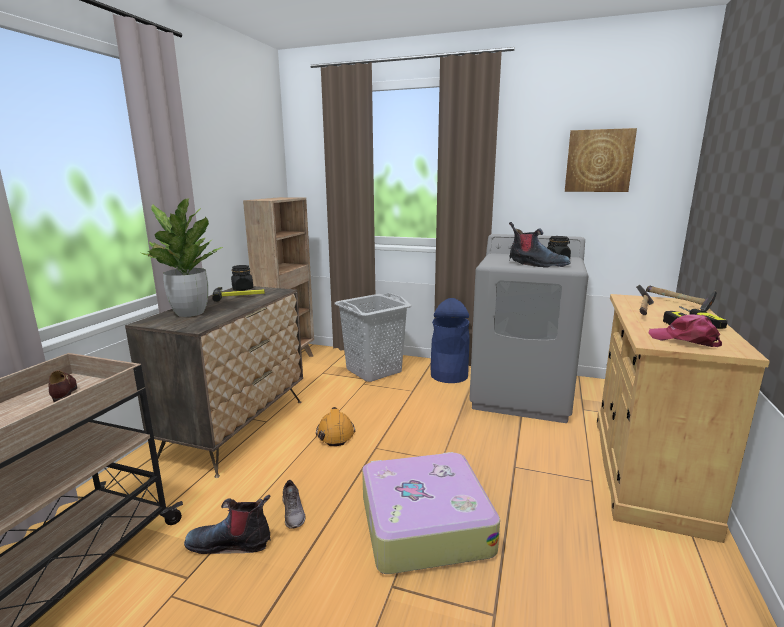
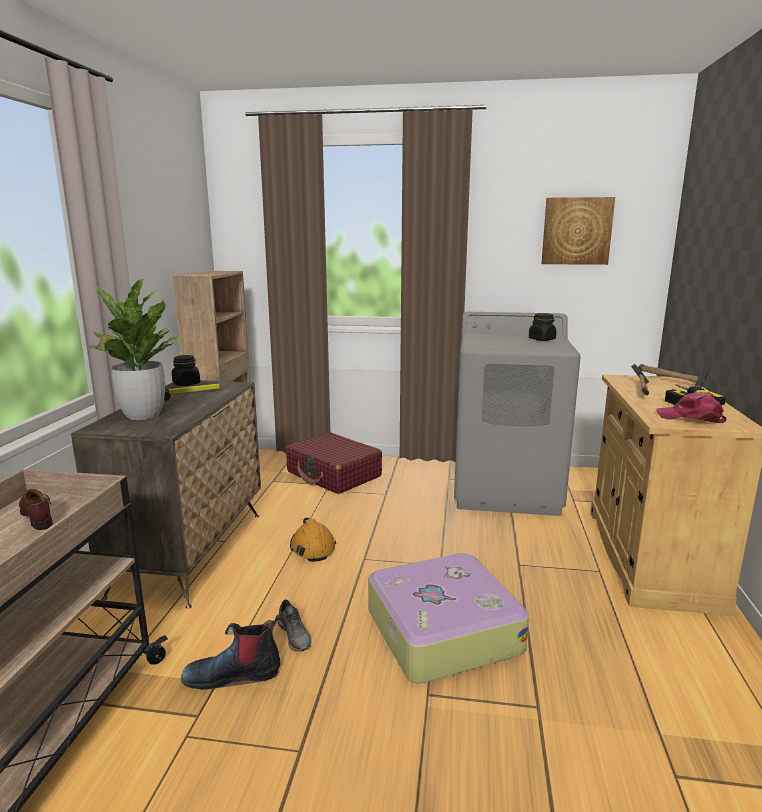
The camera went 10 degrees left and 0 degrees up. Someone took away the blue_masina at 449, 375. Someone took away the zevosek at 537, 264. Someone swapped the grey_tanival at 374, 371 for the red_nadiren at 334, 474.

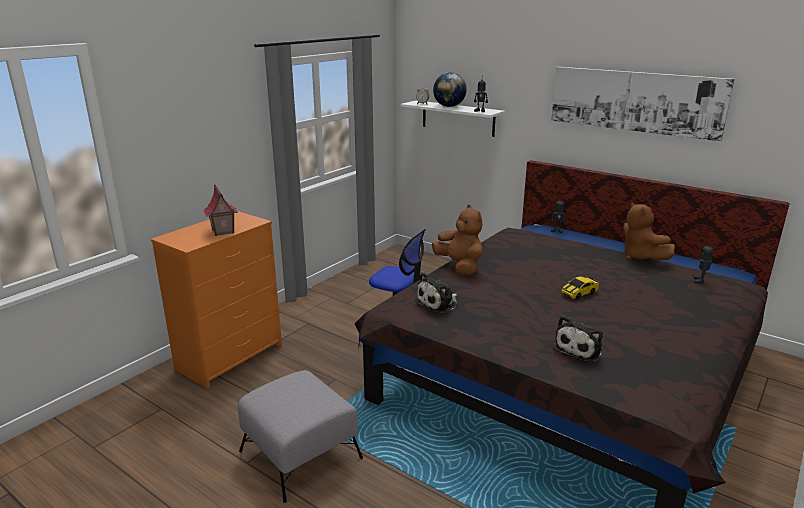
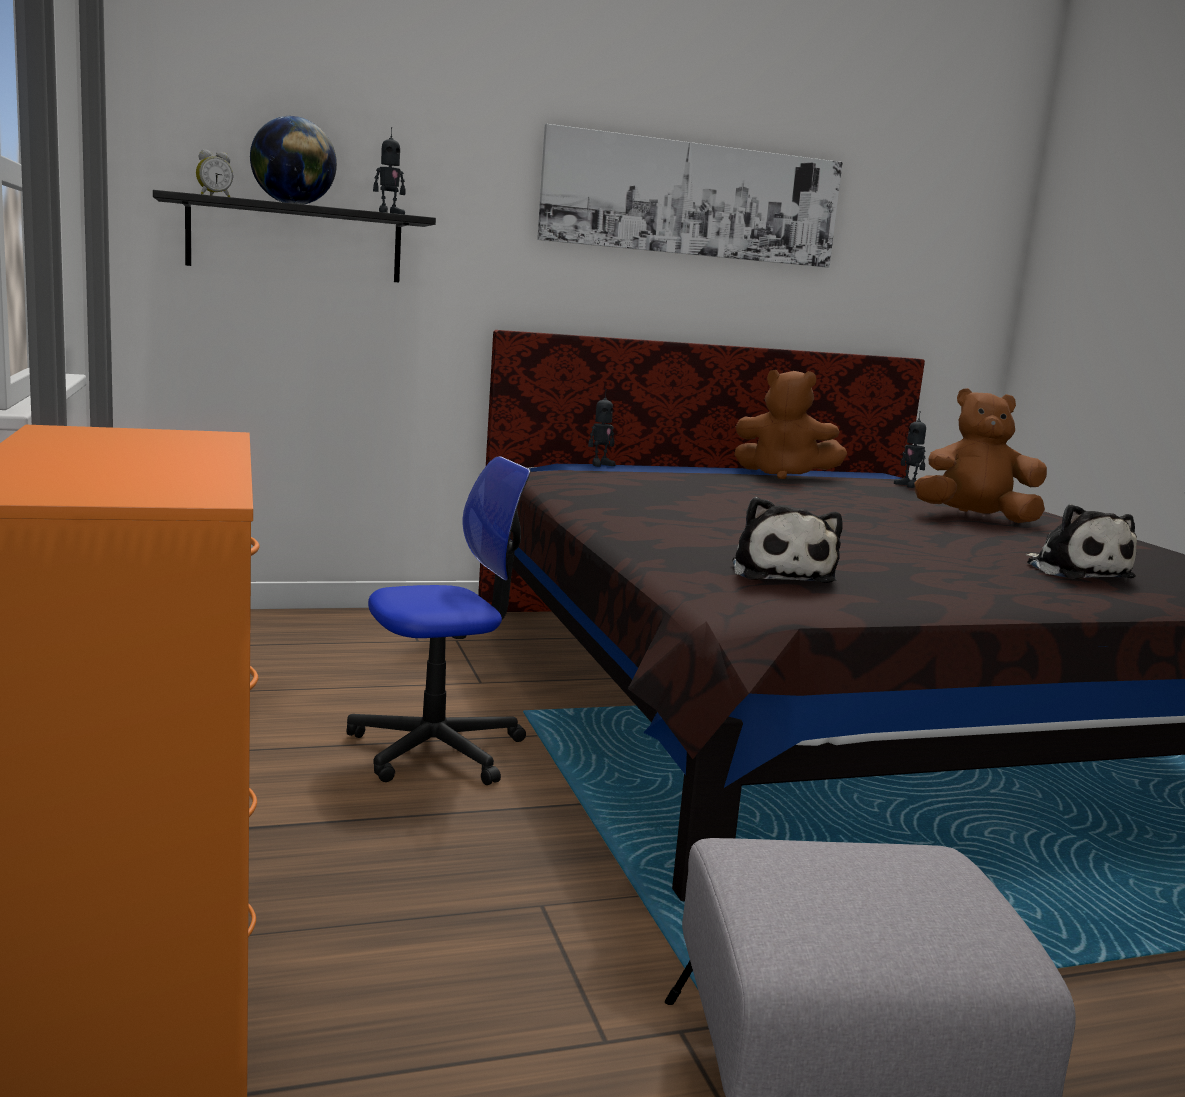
The camera went 55 degrees left and 10 degrees down. Someone took away the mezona at 222, 231. Someone took away the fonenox at 579, 293. Someone carried the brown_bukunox from 460, 266 to 974, 518. Someone repainted the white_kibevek at 458, 118, which became the black_kibevek at 295, 241.

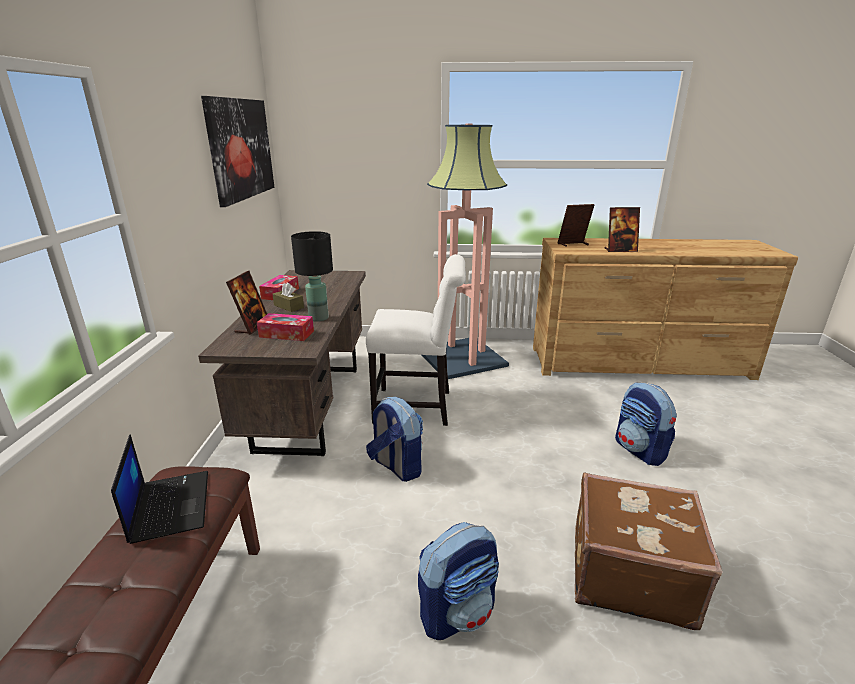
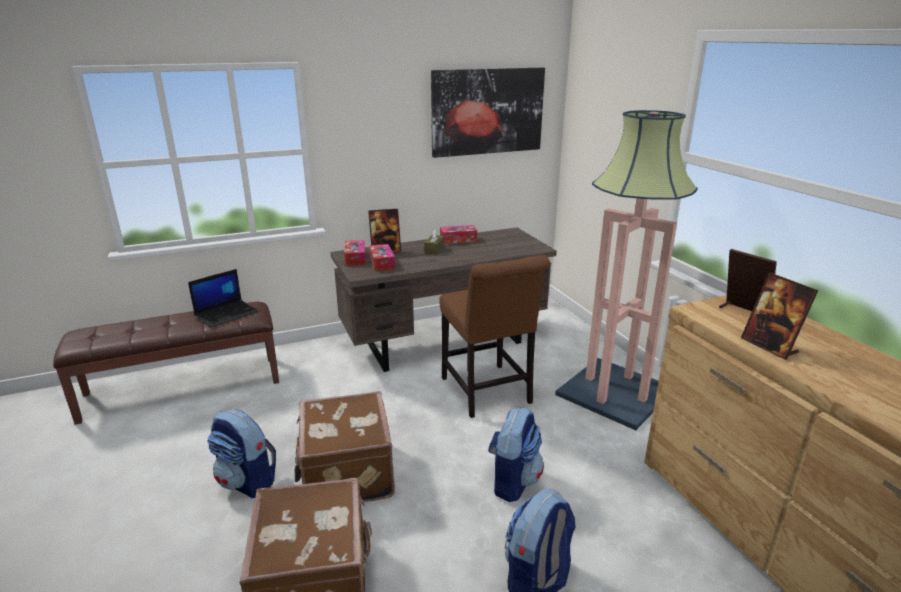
The camera went 65 degrees right and 0 degrees up. Someone took away the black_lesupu at 319, 318. Someone put down the brown_nadiren at 346, 474. Someone put down the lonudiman at 355, 258. Someone carried the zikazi from 396, 466 to 512, 481. Someone repainted the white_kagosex at 418, 407, which became the brown_kagosex at 488, 393.

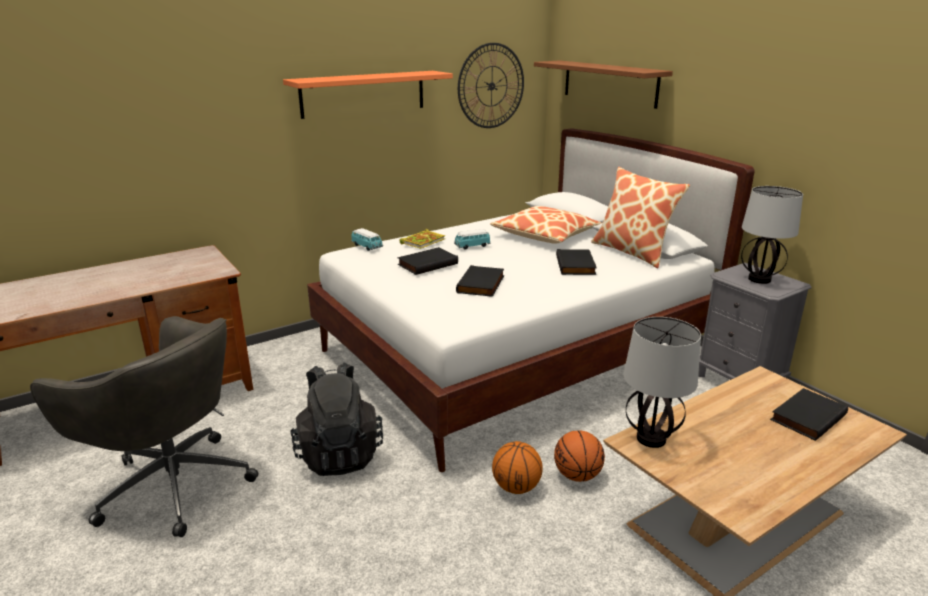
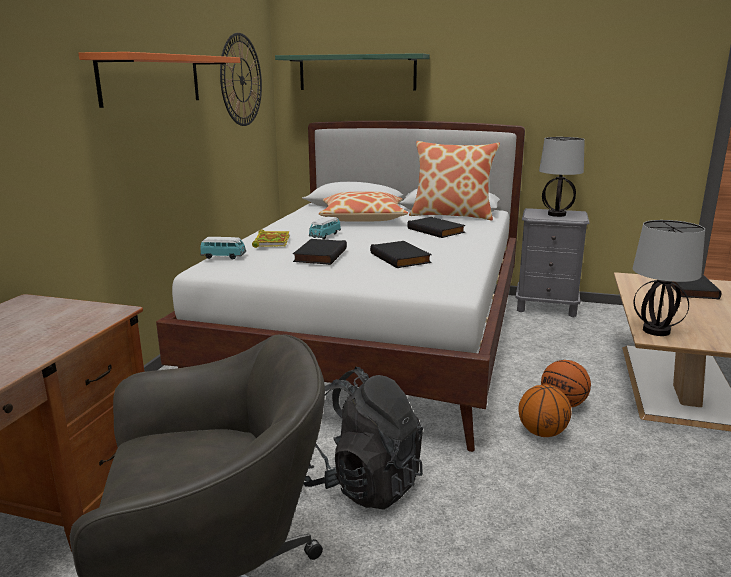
The camera went 40 degrees left and 5 degrees down. Someone repainted the brown_kibevek at 609, 83, which became the green_kibevek at 357, 72.

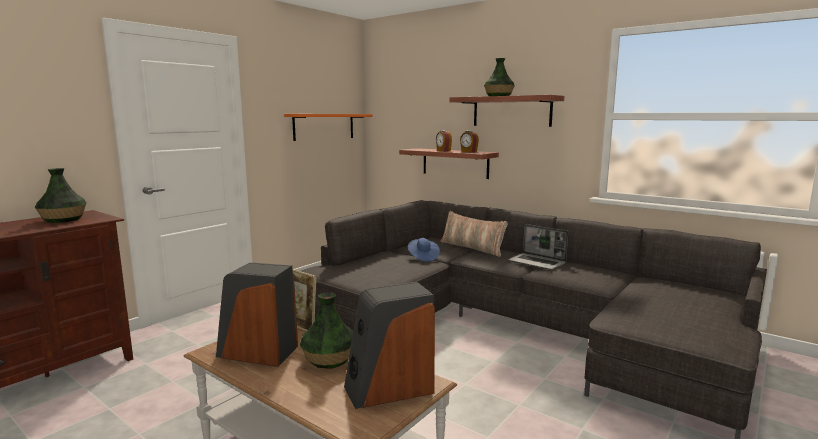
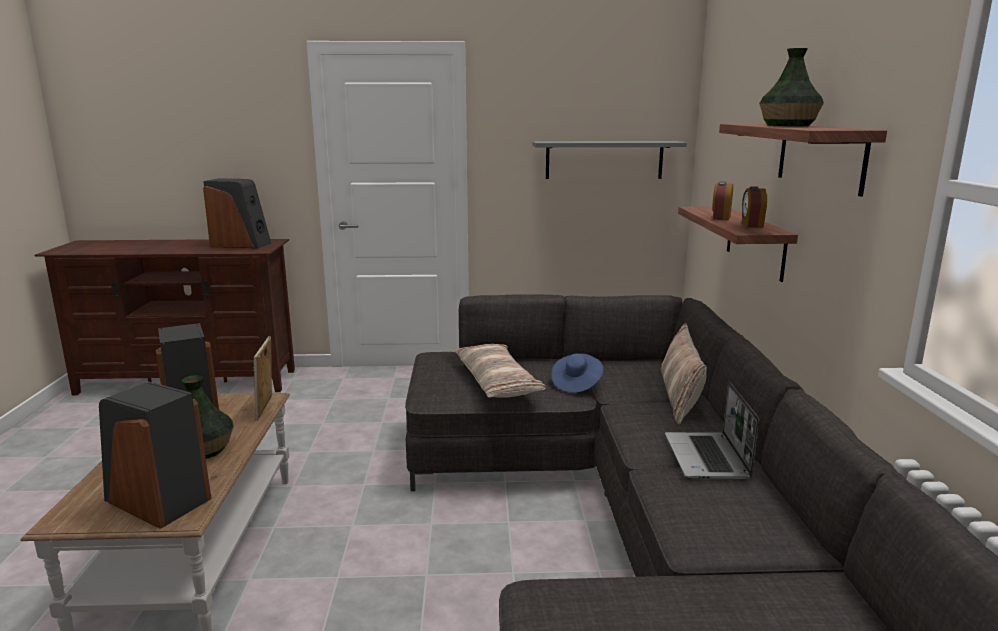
The camera went 50 degrees right and 5 degrees up. Someone put down the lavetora at 497, 382. Someone swapped the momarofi at 63, 219 for the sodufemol at 241, 245. Someone repainted the orange_kibevek at 324, 126, which became the grey_kibevek at 604, 160.

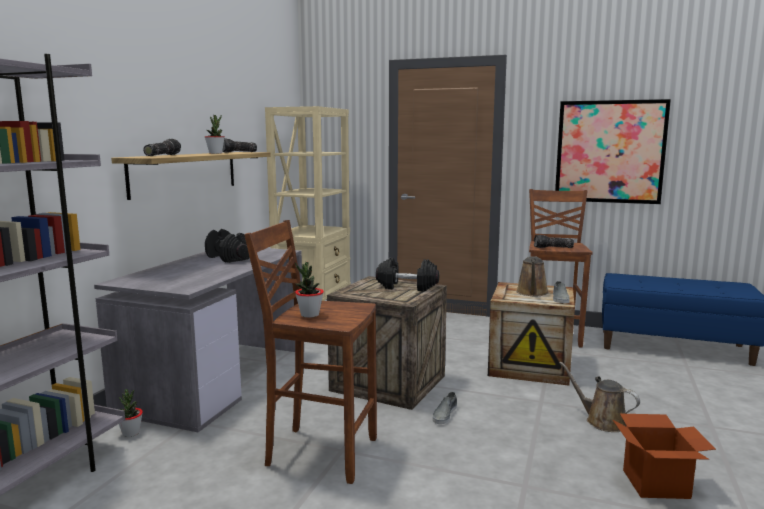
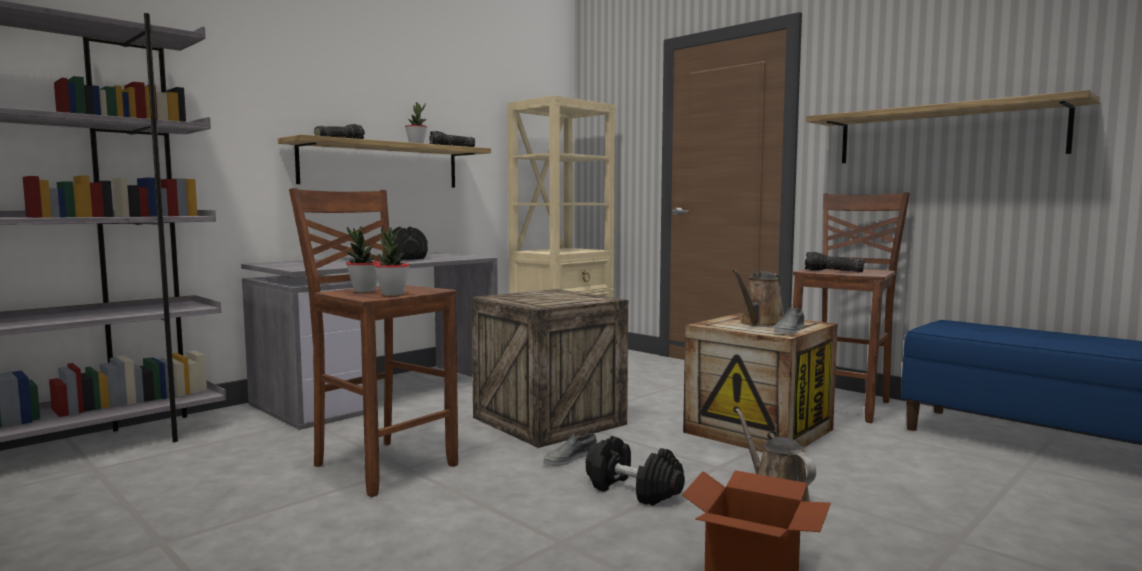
The camera went 25 degrees right and 5 degrees down. Someone carried the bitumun from 131, 433 to 392, 294. Someone carried the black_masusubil from 407, 287 to 632, 490. Someone swapped the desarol at 609, 152 for the kibevek at 946, 134.

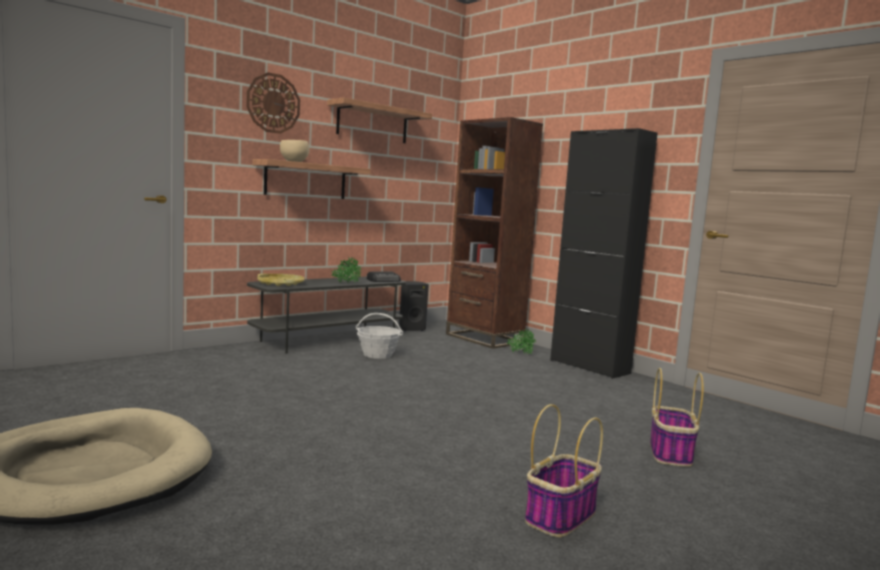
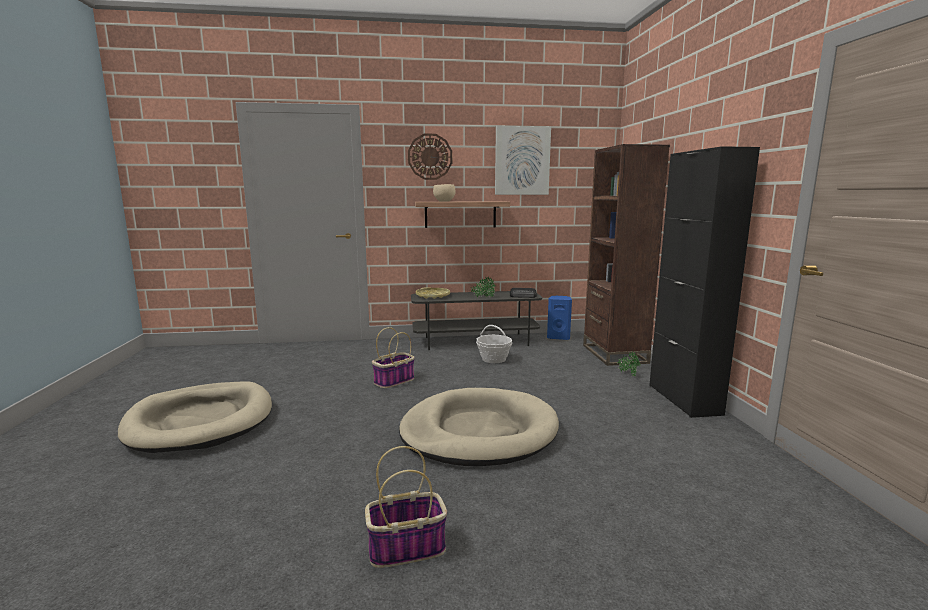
The camera went 35 degrees right and 5 degrees up. Someone put down the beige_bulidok at 478, 432. Someone carried the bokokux from 671, 454 to 394, 381. Someone swapped the kibevek at 372, 123 for the desarol at 522, 161. Someone repainted the black_sodufemol at 411, 329, which became the blue_sodufemol at 558, 337.

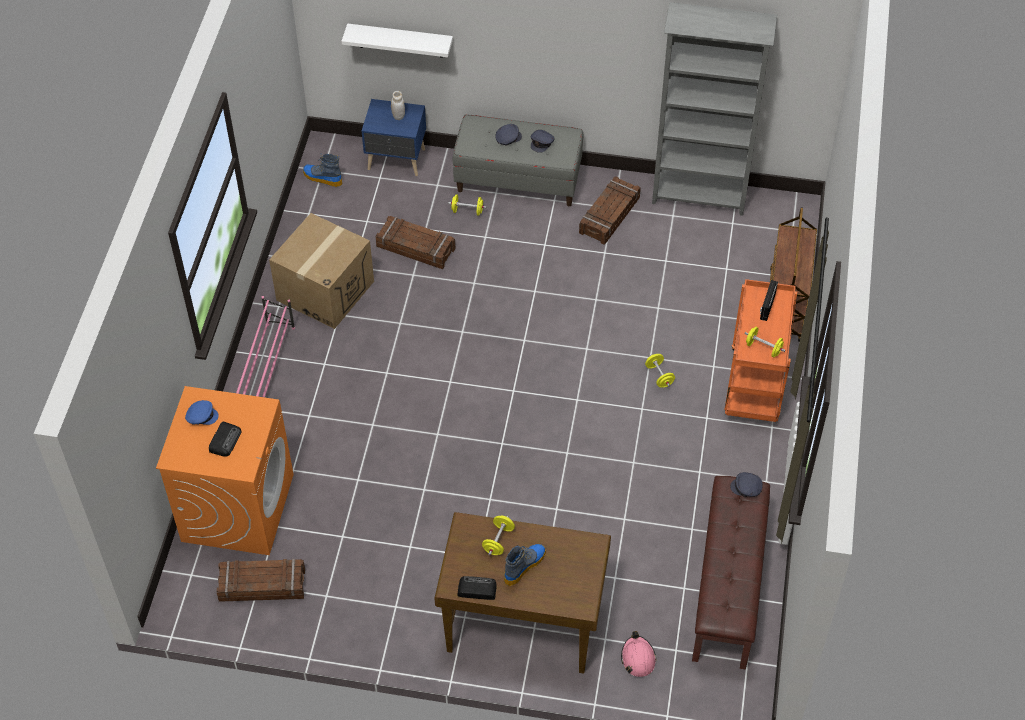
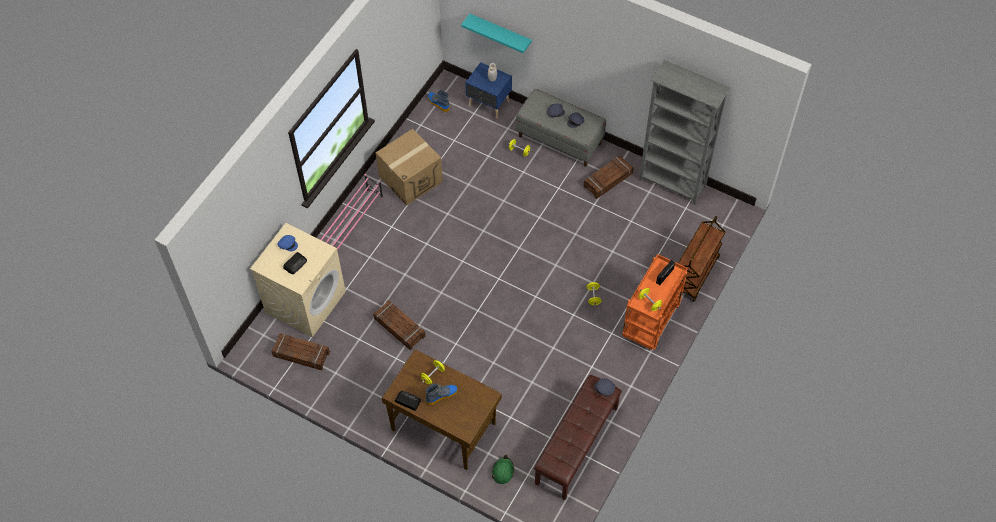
The camera went 20 degrees right and 5 degrees up. Someone carried the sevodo from 416, 247 to 400, 327. Someone repainted the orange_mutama at 237, 507, which became the beige_mutama at 305, 301. Someone repainted the white_kibevek at 400, 40, which became the turquoise_kibevek at 500, 33. Someone repainted the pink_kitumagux at 638, 658, which became the green_kitumagux at 503, 471.

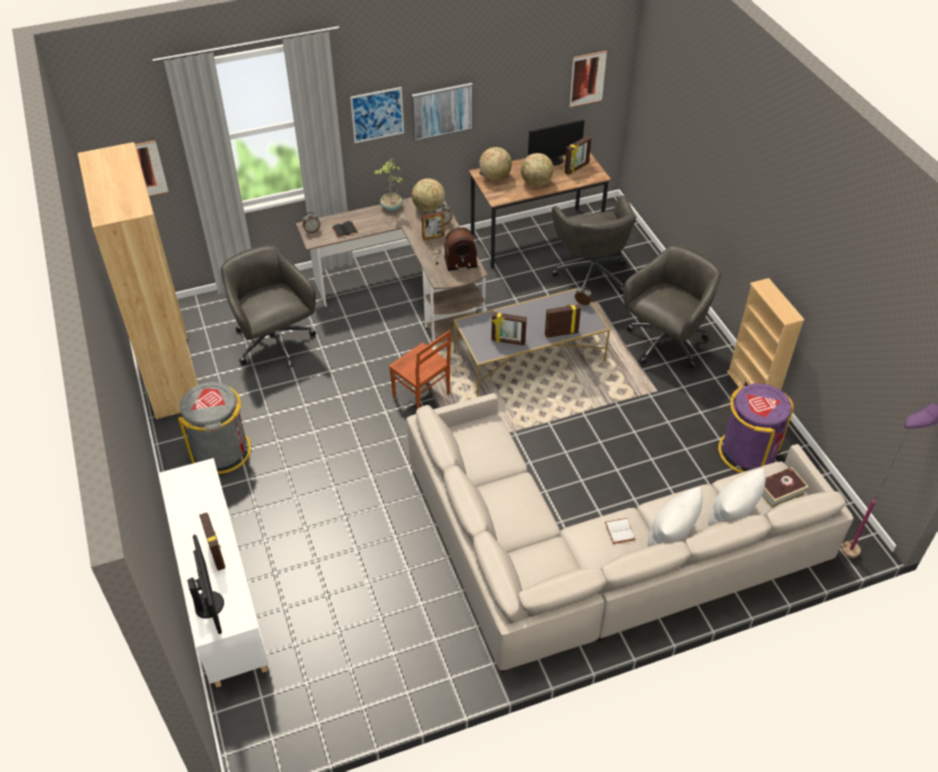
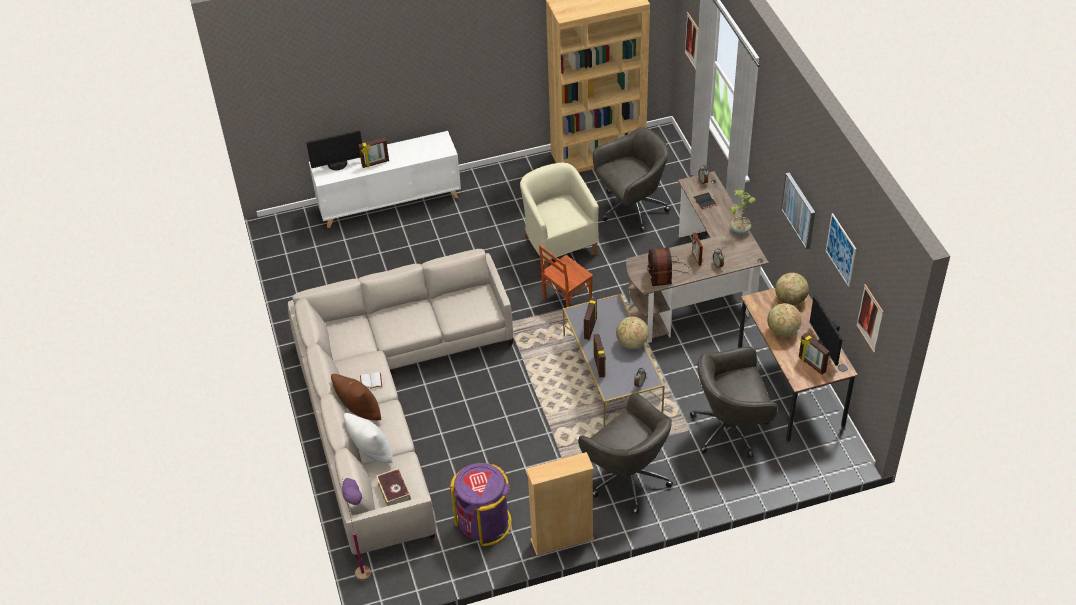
The camera went 95 degrees right and 0 degrees up. Someone took away the grey_masina at 222, 451. Someone put down the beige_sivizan at 558, 245. Someone carried the desarol from 377, 115 to 841, 249. Someone carried the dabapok from 428, 208 to 631, 343. Someone repainted the white_lavetora at 671, 540, which became the brown_lavetora at 359, 414.

